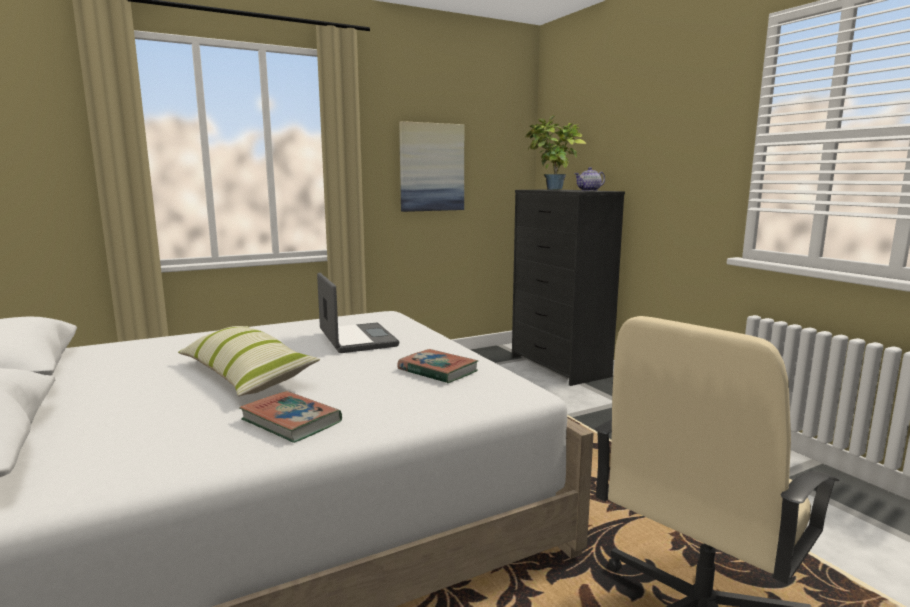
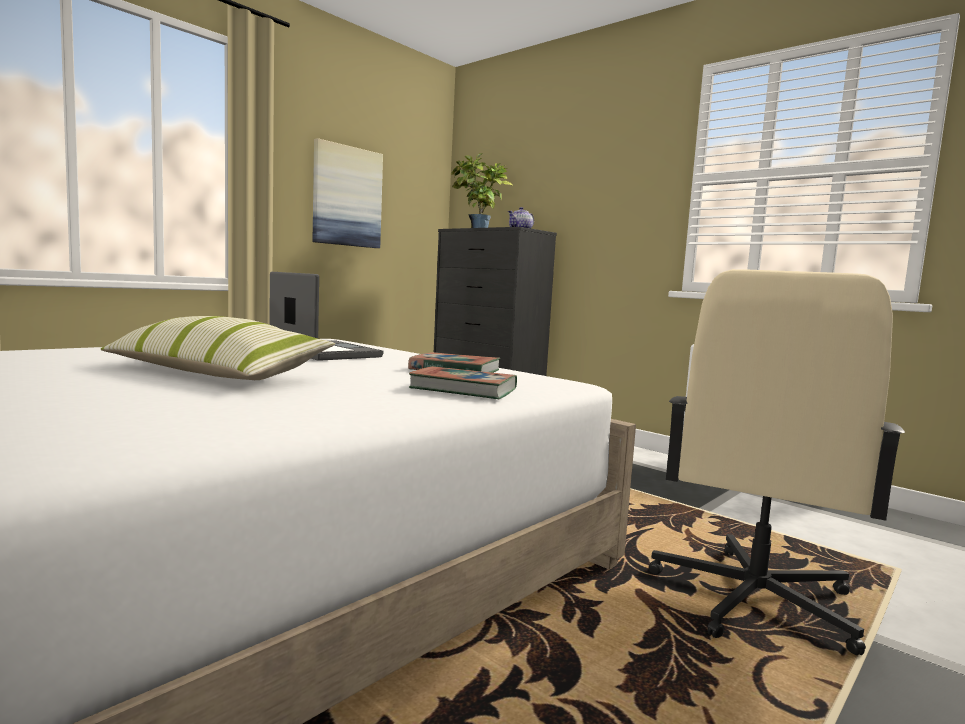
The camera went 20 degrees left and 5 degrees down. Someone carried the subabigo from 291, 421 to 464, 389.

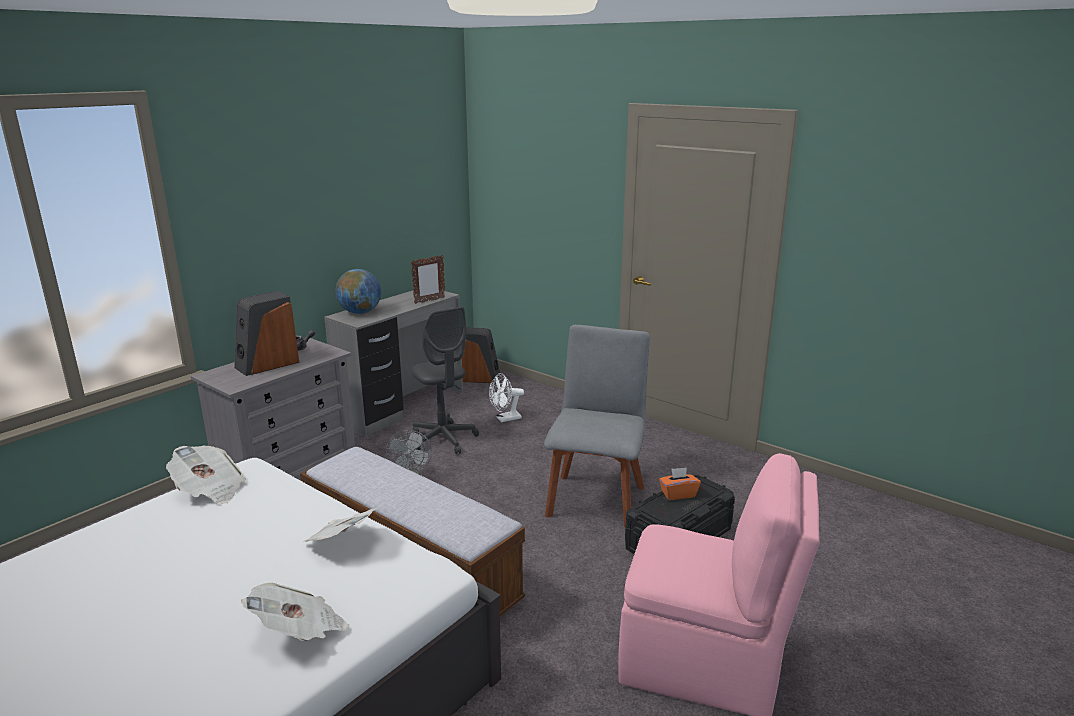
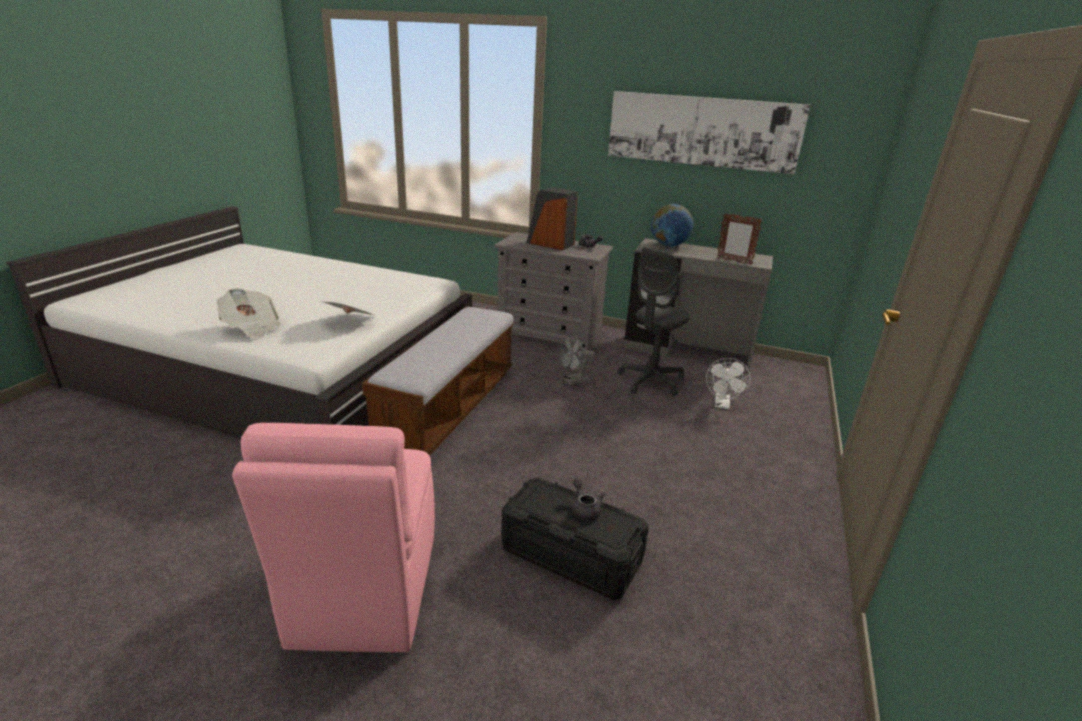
The camera went 70 degrees right and 5 degrees up. Someone took away the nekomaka at 210, 490. Someone took away the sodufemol at 479, 378. Someone took away the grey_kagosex at 596, 498. Someone put up the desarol at 702, 131. Someone swapped the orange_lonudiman at 678, 494 for the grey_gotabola at 585, 509. Someone rotated the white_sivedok at 505, 419 by 120 degrees counterclockwise.

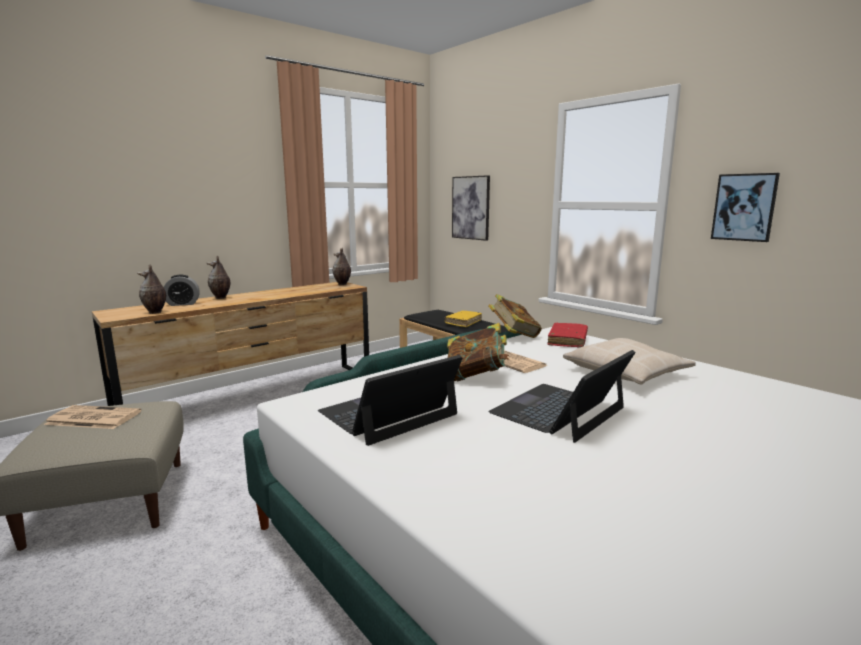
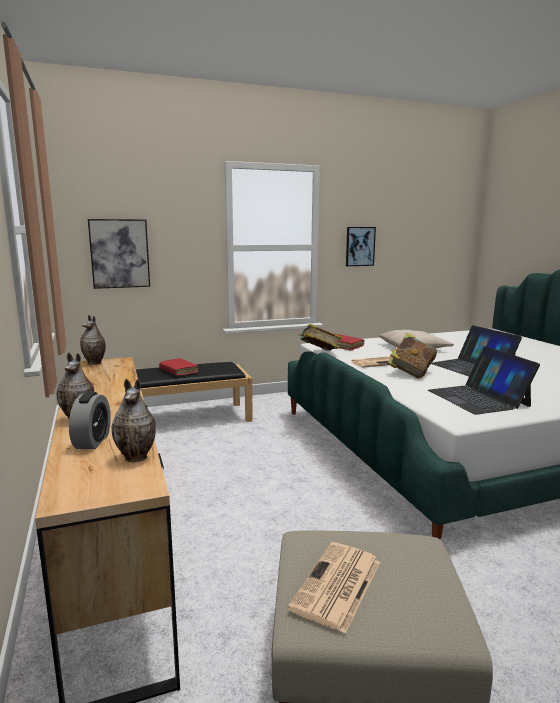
The camera went 70 degrees left and 0 degrees up. Someone repainted the yellow_subabigo at 463, 322, which became the red_subabigo at 178, 371.

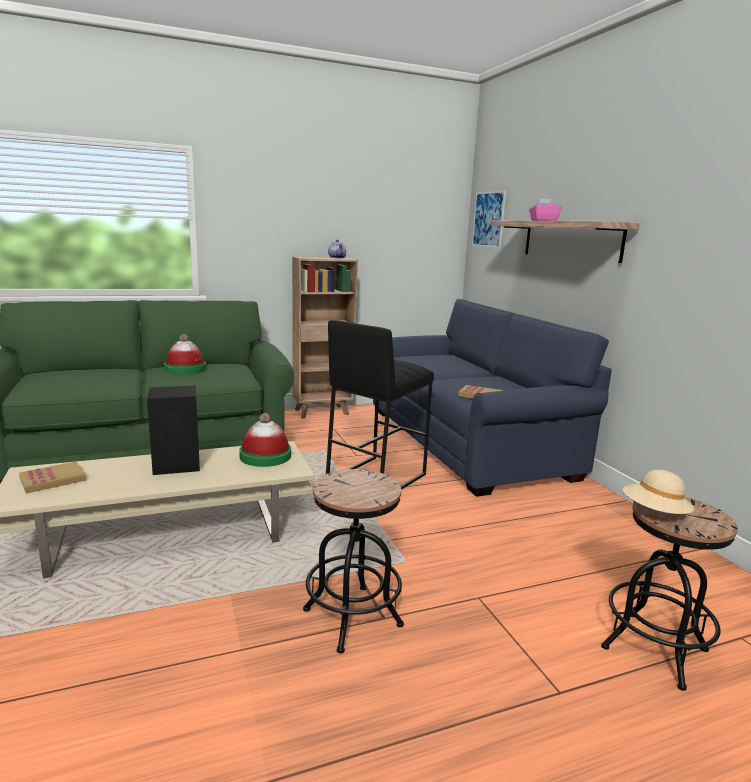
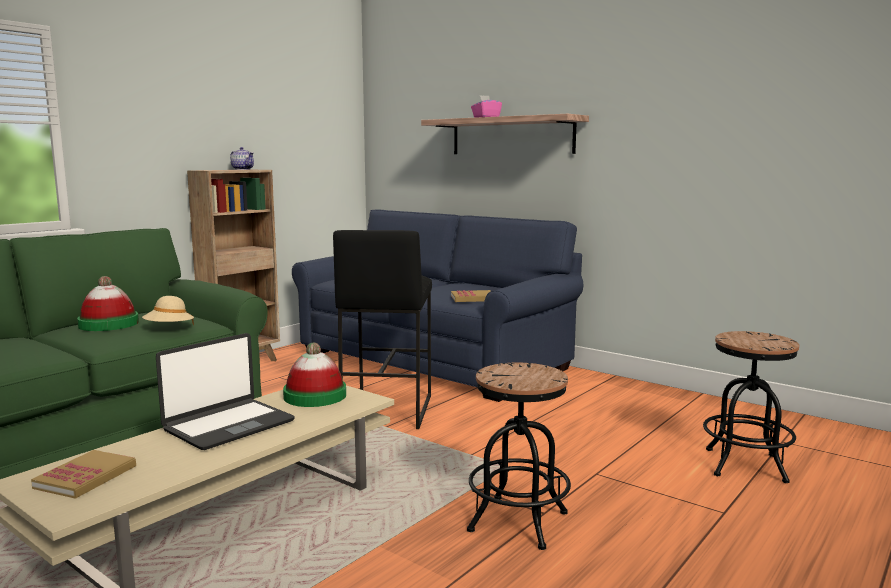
The camera went 30 degrees left and 5 degrees down. Someone took away the desarol at 488, 219. Someone carried the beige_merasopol from 654, 513 to 169, 329. Someone swapped the black_sodufemol at 178, 465 for the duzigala at 228, 425.

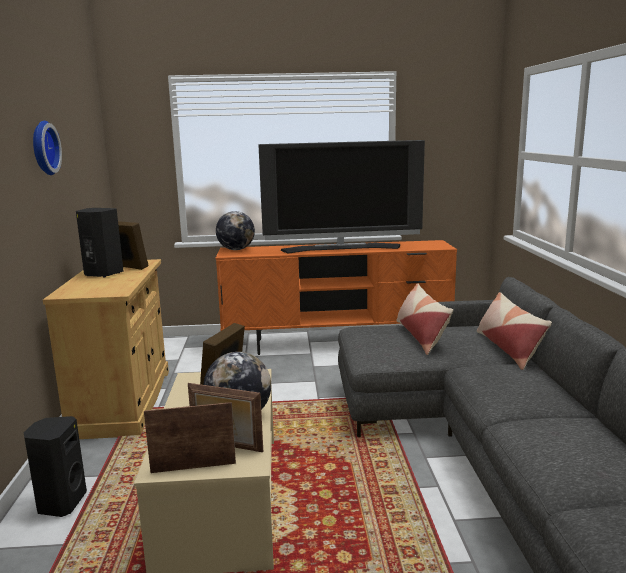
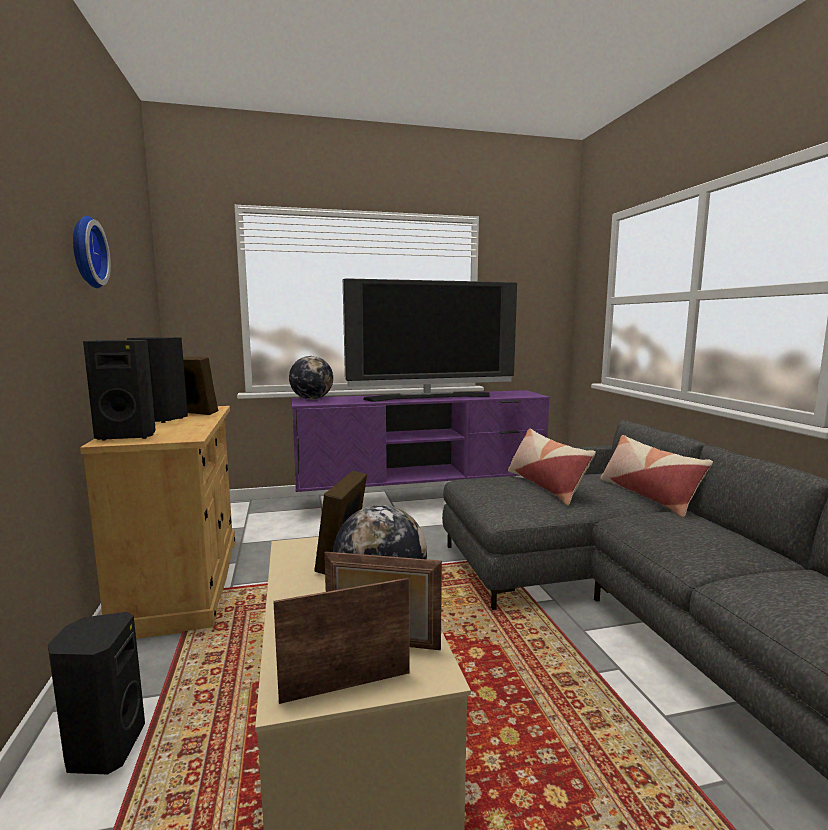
The camera went 10 degrees left and 5 degrees down. Someone put down the black_sodufemol at 128, 436. Someone repainted the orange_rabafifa at 337, 343, which became the purple_rabafifa at 422, 502.

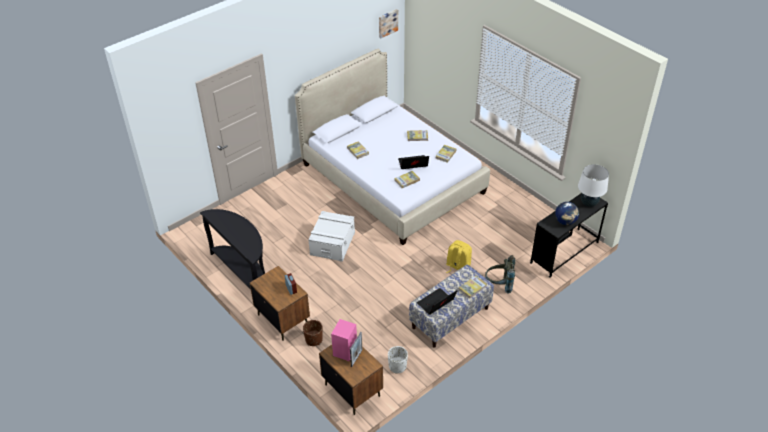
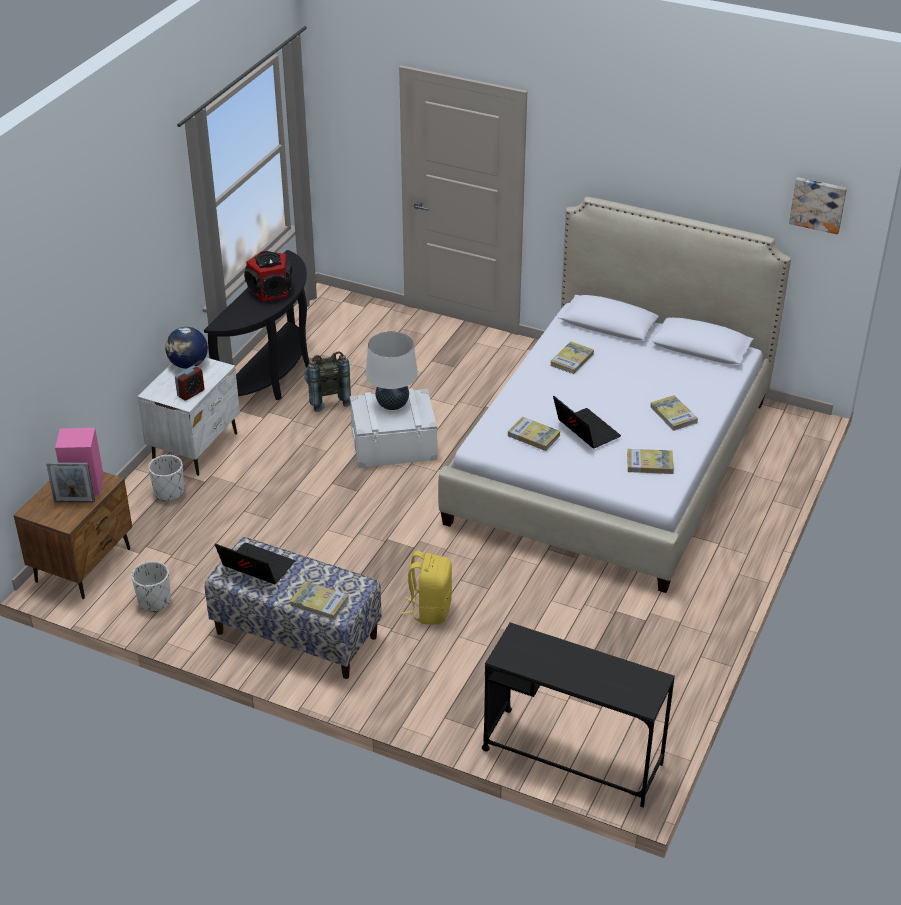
The camera went 65 degrees right and 5 degrees down. Someone put down the sodufemol at 270, 290. Someone carried the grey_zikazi from 499, 285 to 327, 398. Someone carried the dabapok from 565, 221 to 188, 365. Someone carried the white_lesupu from 589, 203 to 392, 405. Someone repainted the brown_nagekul at 283, 319, which became the white_nagekul at 196, 447. Someone repainted the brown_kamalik at 314, 340, which became the white_kamalik at 169, 492.

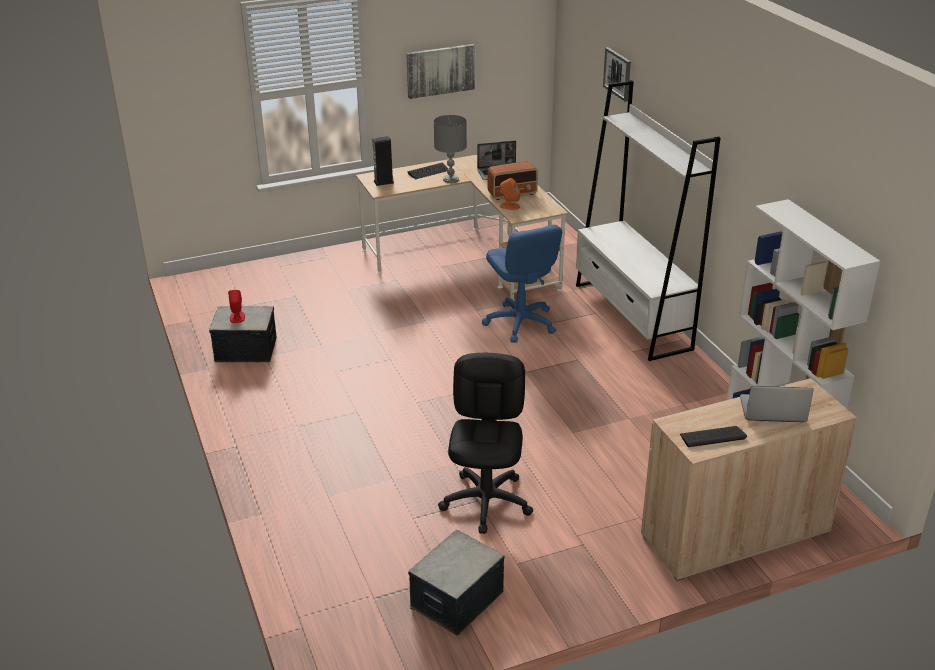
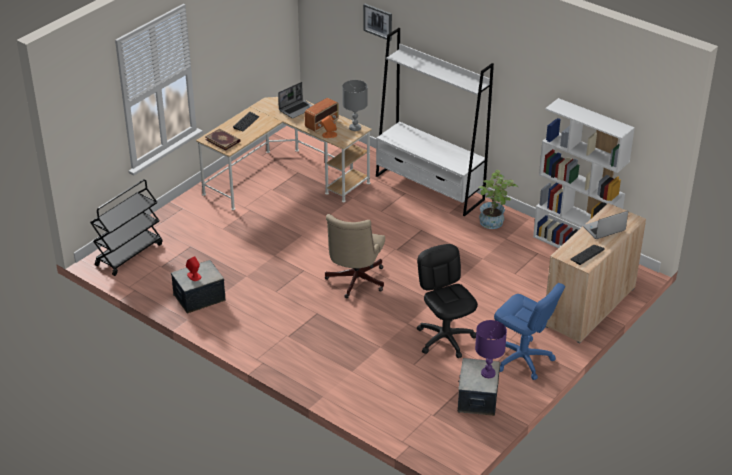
The camera went 30 degrees left and 5 degrees up. Someone took away the desarol at 440, 70. Someone put down the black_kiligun at 129, 254. Someone put down the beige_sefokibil at 354, 282. Someone put down the purple_lesupu at 488, 373. Someone put down the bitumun at 494, 223. Someone carried the grey_lesupu from 450, 179 to 354, 127. Someone carried the blue_sefokibil from 520, 323 to 522, 359. Someone swapped the sodufemol at 383, 182 for the subabigo at 223, 140.

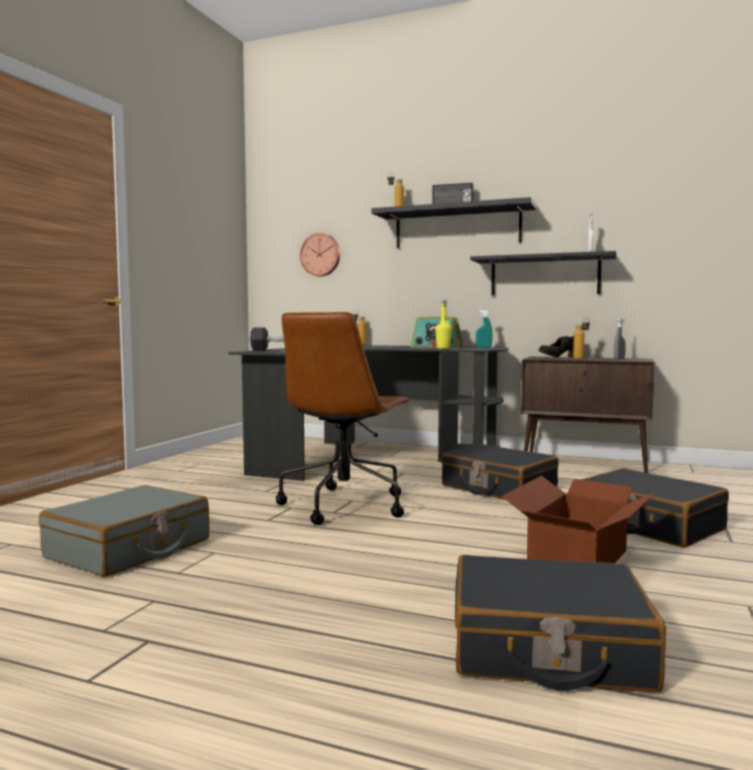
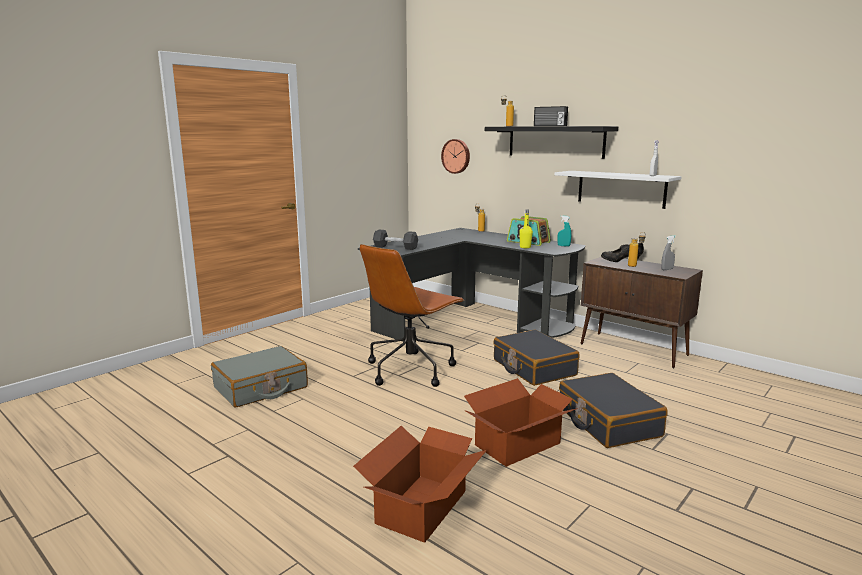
The camera went 20 degrees right and 10 degrees up. Someone swapped the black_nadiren at 548, 649 for the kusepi at 423, 507. Someone repainted the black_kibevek at 544, 276, which became the white_kibevek at 621, 189.

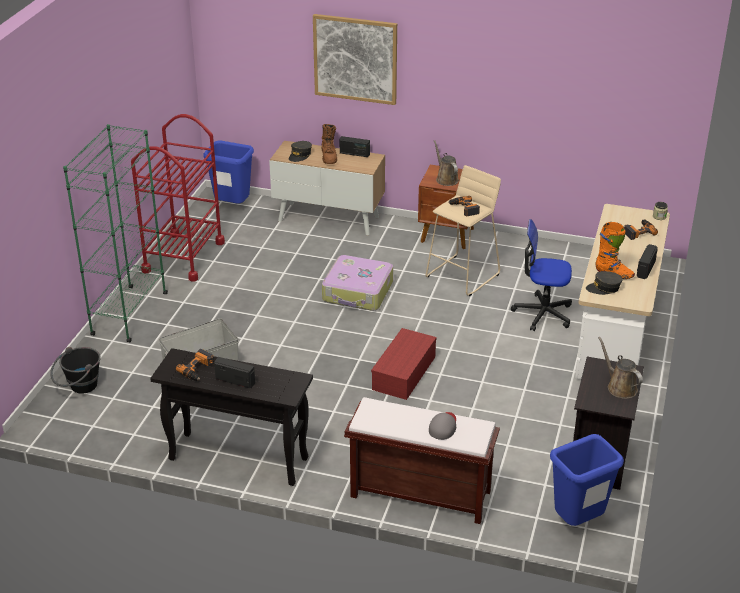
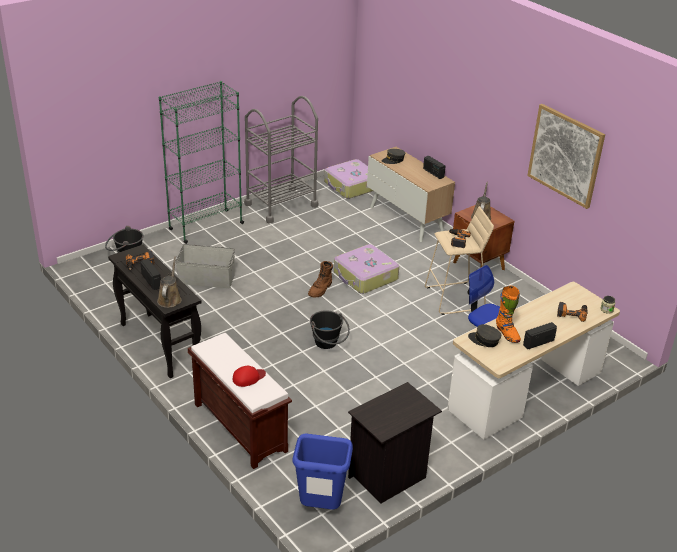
The camera went 35 degrees right and 0 degrees up. Someone carried the desarol from 355, 59 to 565, 155. Someone carried the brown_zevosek from 329, 157 to 320, 290. Someone carried the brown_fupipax from 619, 387 to 169, 298. Someone swapped the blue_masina at 233, 207 for the nadiren at 351, 186. Someone swapped the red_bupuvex at 404, 374 for the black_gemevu at 328, 345. Someone repainted the red_kiligun at 183, 257, which became the grey_kiligun at 281, 205. Someone repainted the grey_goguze at 443, 427, which became the red_goguze at 248, 377.

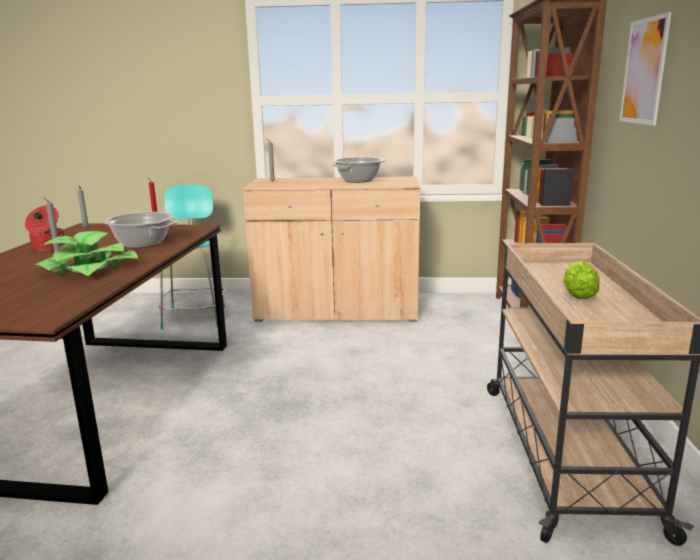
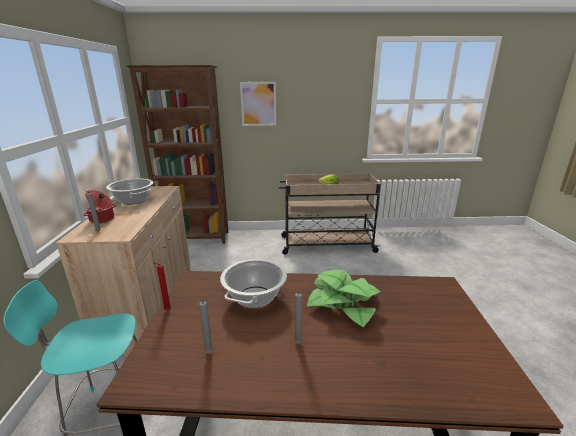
The camera went 95 degrees left and 5 degrees up. Someone carried the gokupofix from 48, 248 to 102, 219.

